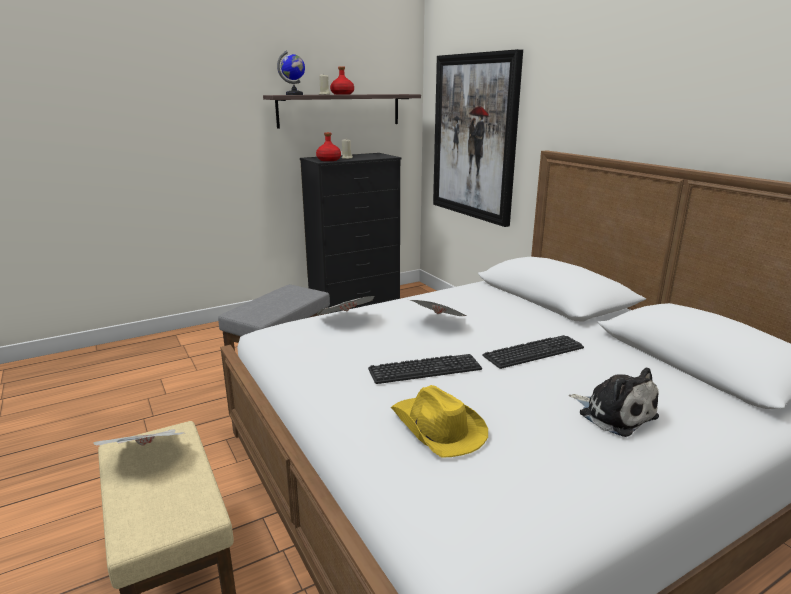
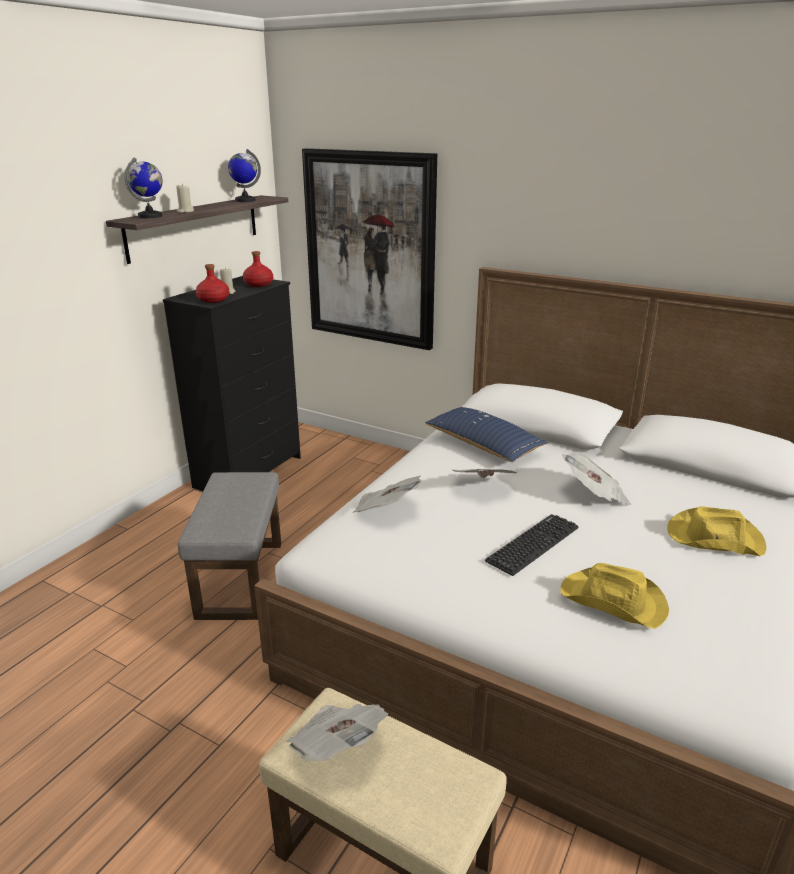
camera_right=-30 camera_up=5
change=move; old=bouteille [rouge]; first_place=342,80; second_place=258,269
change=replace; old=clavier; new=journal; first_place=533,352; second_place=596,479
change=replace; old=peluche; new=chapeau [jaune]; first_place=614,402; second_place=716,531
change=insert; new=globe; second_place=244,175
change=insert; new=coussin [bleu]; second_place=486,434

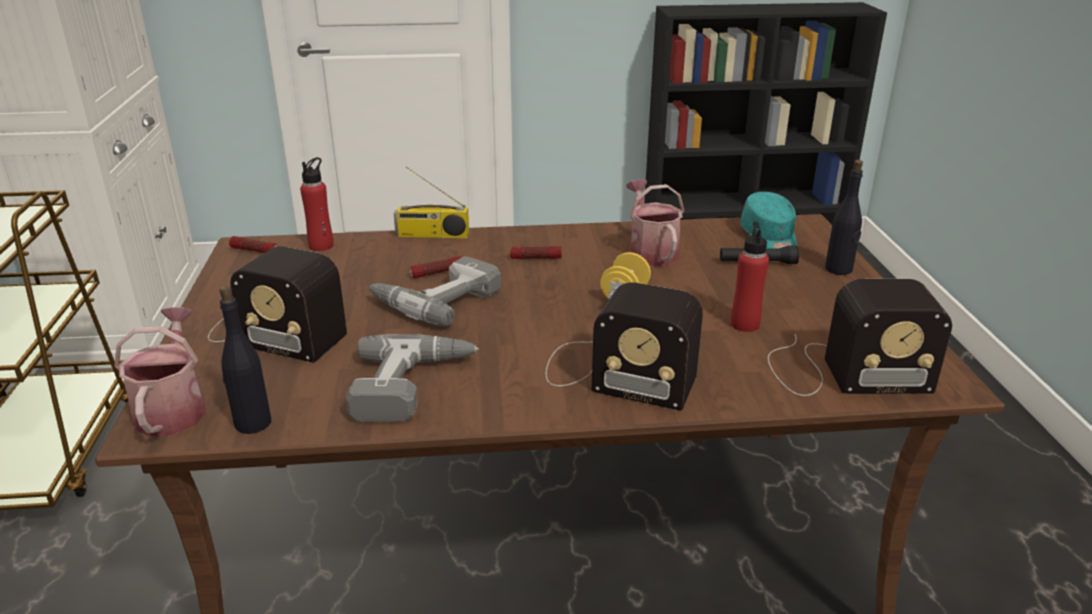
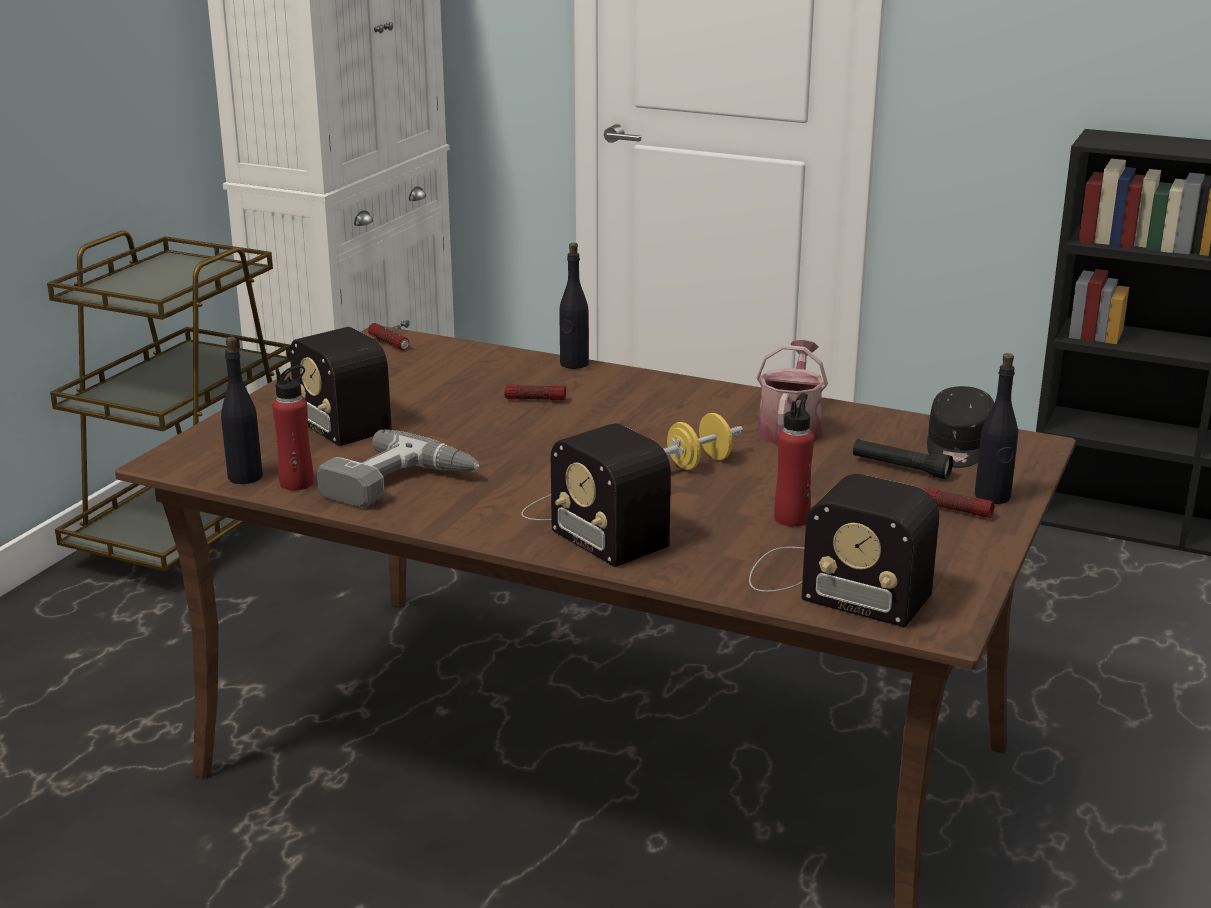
camera_right=30 camera_up=-5
change=move; old=bouteille [rouge]; first_place=317,204; second_place=293,428
change=replace; old=radio; new=bouteille [noir]; first_place=431,202; second_place=574,306
change=recolor; old=casquette [turquoise]; new=casquette [noir]; first_place=768,220; second_place=960,427
change=move; old=lampe de poche; first_place=536,252; second_place=959,502
change=delete; old=perceuse; first_place=435,291
change=delete; old=arrosoir; first_place=160,372

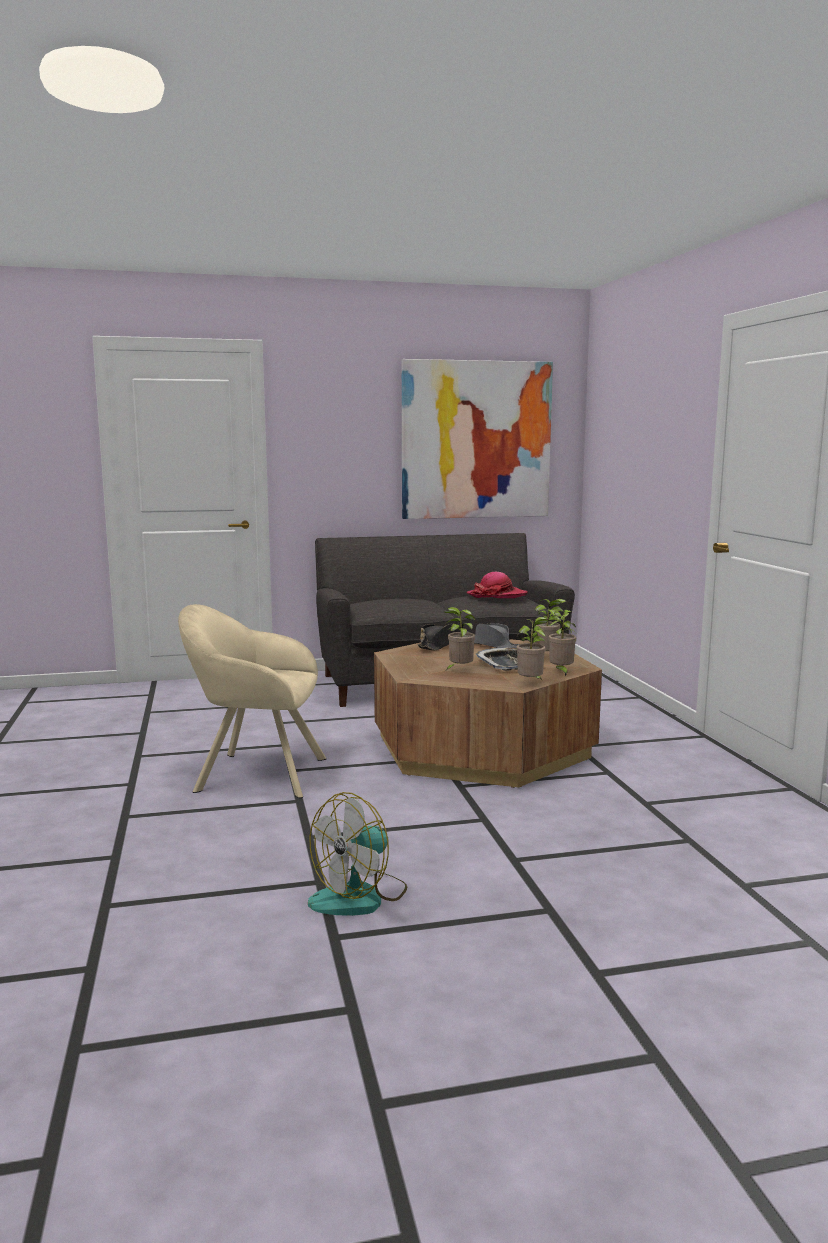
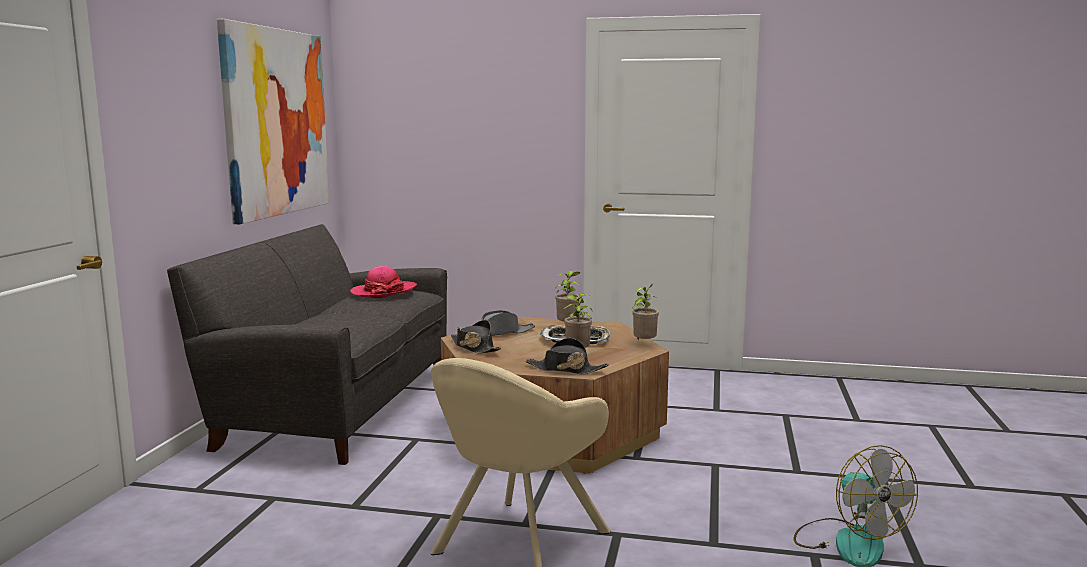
camera_right=-65 camera_up=0
change=delete; old=plante en pot; first_place=562,643
change=insert; new=chapeau [noir]; second_place=567,356

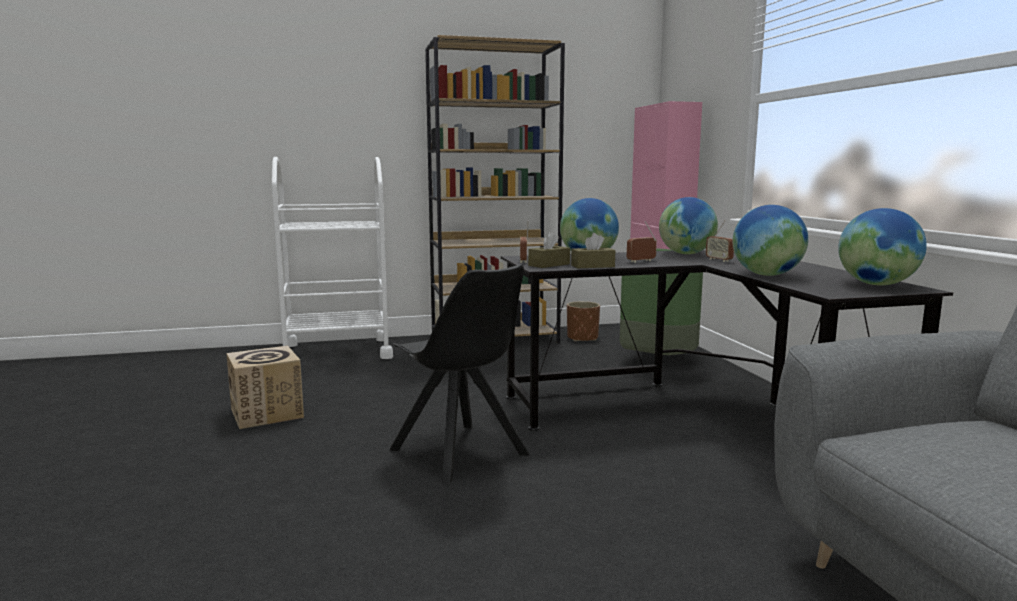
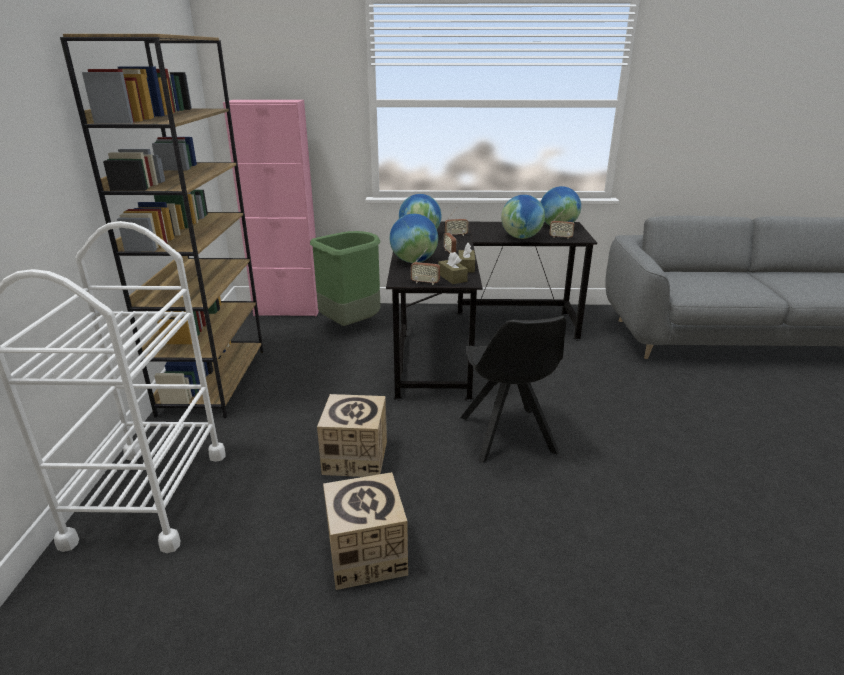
camera_right=-75 camera_up=15
change=rotate; old=chaise [noir]; first_place=459,374; second_place=513,389; degrees=105
change=delete; old=cache-pot [marron]; first_place=583,321
change=insert; new=radio; second_place=561,224
change=insert; new=carton; second_place=352,435

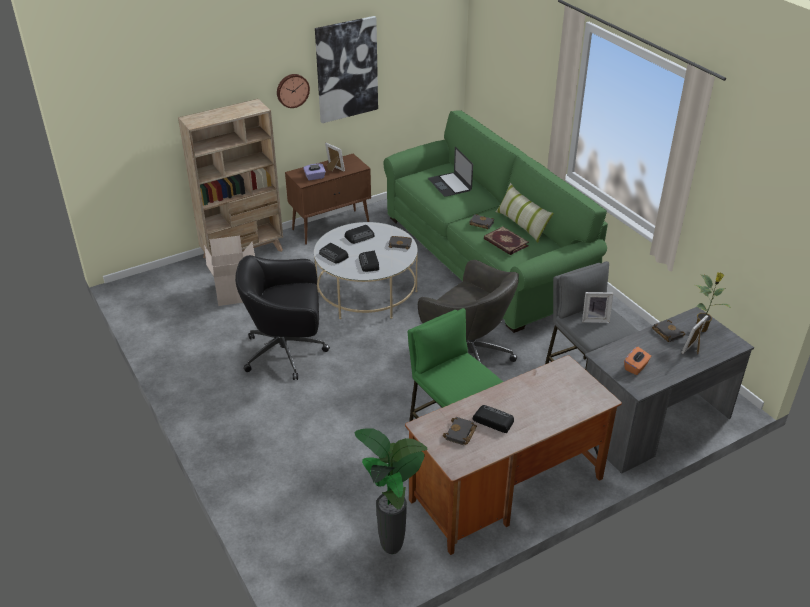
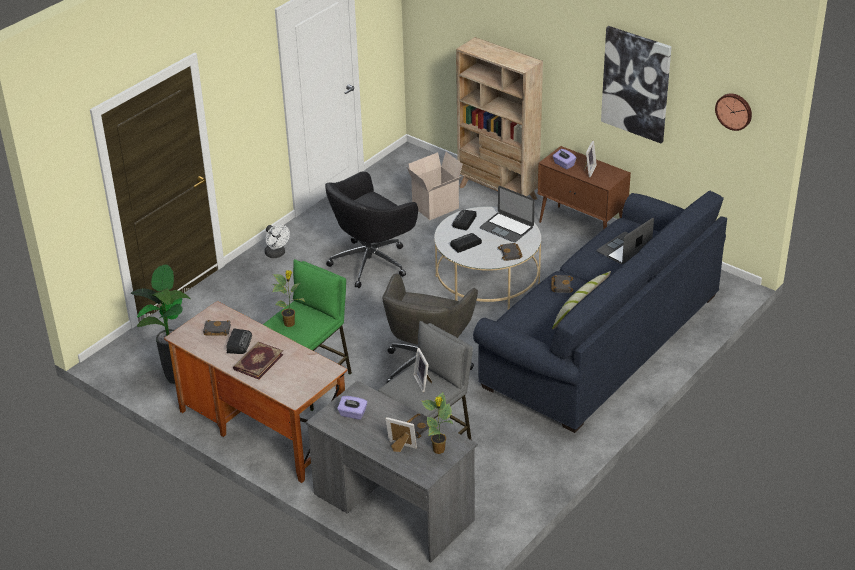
camera_right=70 camera_up=0
change=move; old=horloge murale; first_place=293,91; second_place=733,112
change=recolor; old=canapé [vert]; new=canapé [bleu]; first_place=496,222; second_place=600,311
change=replace; old=radio; new=ordinateur portable; first_place=359,234; second_place=507,214
change=move; old=livre; first_place=506,241; second_place=258,361
change=rotate; old=chaise de bureau [noir]; first_place=282,317; second_place=371,229; degrees=-105
change=recolor; old=boîte à mouchoirs [orange]; new=boîte à mouchoirs [violet]; first_place=637,361; second_place=352,408
change=insert; new=ventilateur [blanc]; second_place=277,241
change=insert; new=plante en pot; second_place=289,298

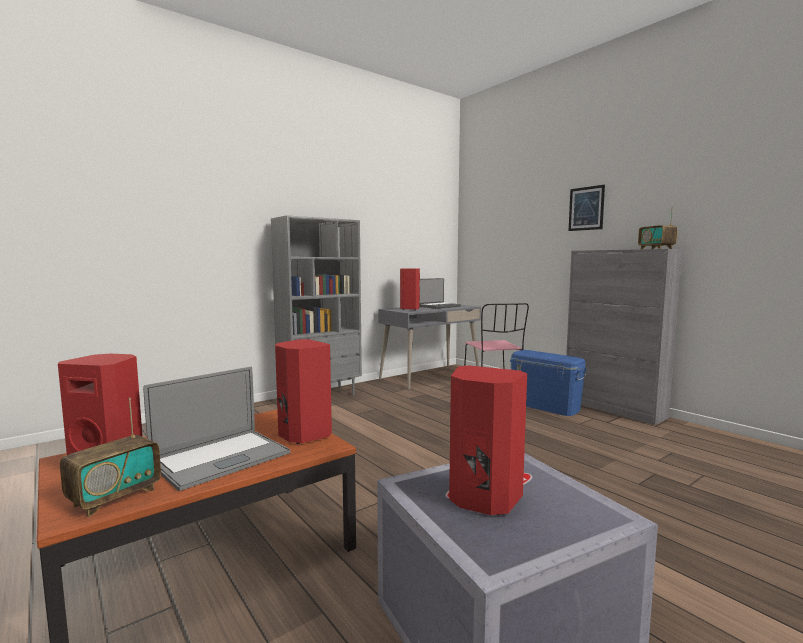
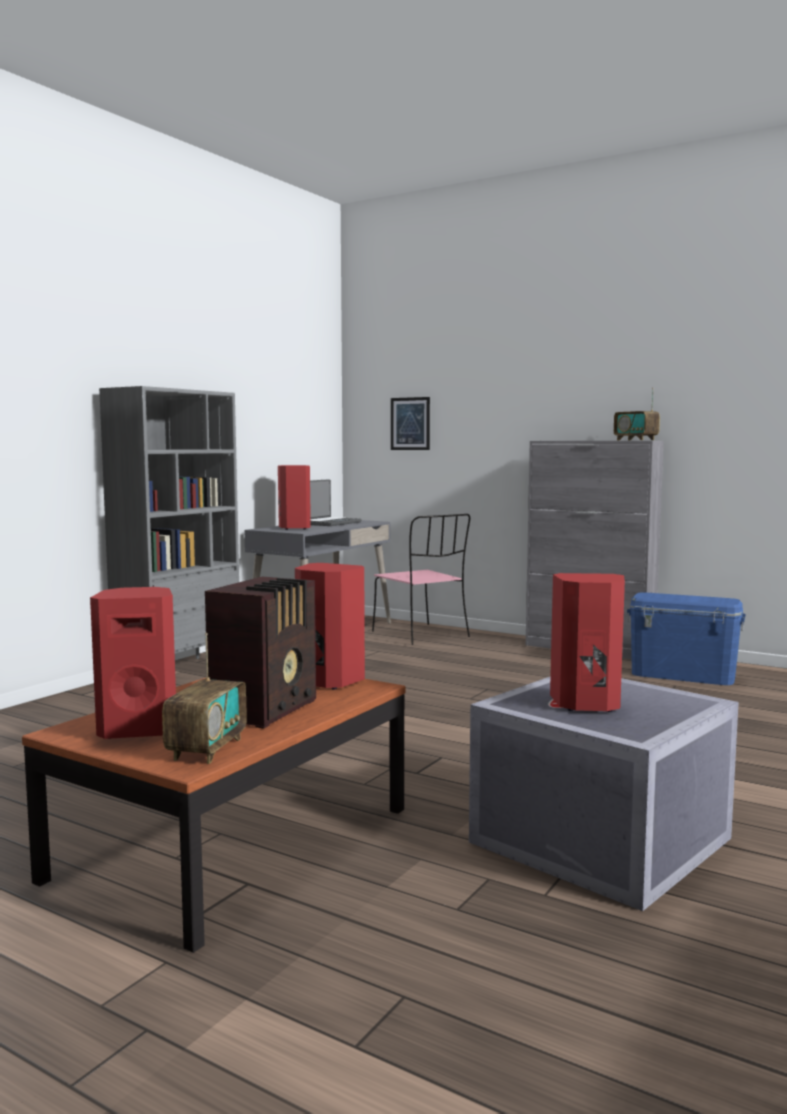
camera_right=-20 camera_up=0
change=move; old=tableau; first_place=587,208; second_place=410,423
change=move; old=boîte de rangement [bleu]; first_place=548,383; second_place=686,638
change=replace; old=ordinateur portable; new=radio; first_place=217,429; second_place=260,653

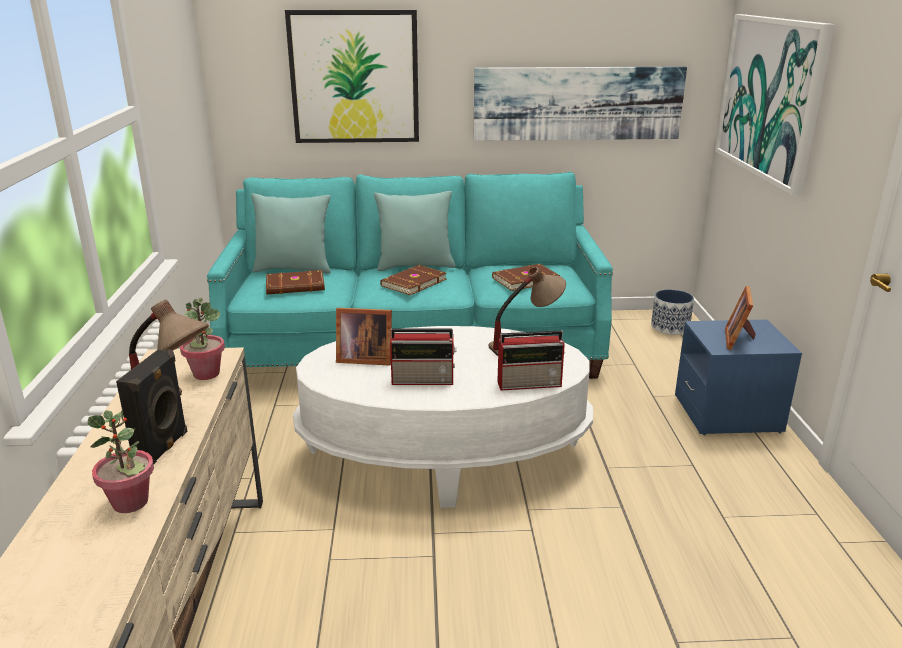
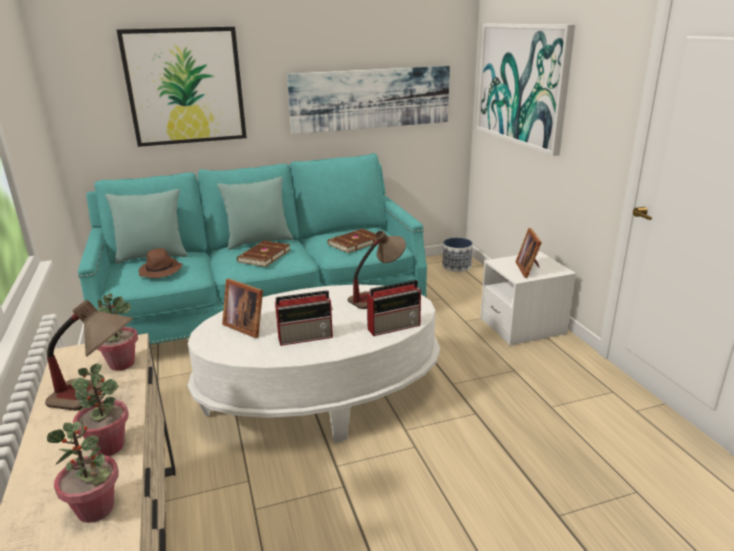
camera_right=-15 camera_up=0
change=replace; old=livre [marron]; new=chapeau [marron]; first_place=295,282; second_place=161,263
change=rotate; old=cadre photo; first_place=364,337; second_place=242,308; degrees=45
change=recolor; old=table de chevet [bleu]; new=table de chevet [blanc]; first_place=738,377; second_place=528,299
change=replace; old=enceinte [noir]; new=plante en pot; first_place=151,406; second_place=99,409

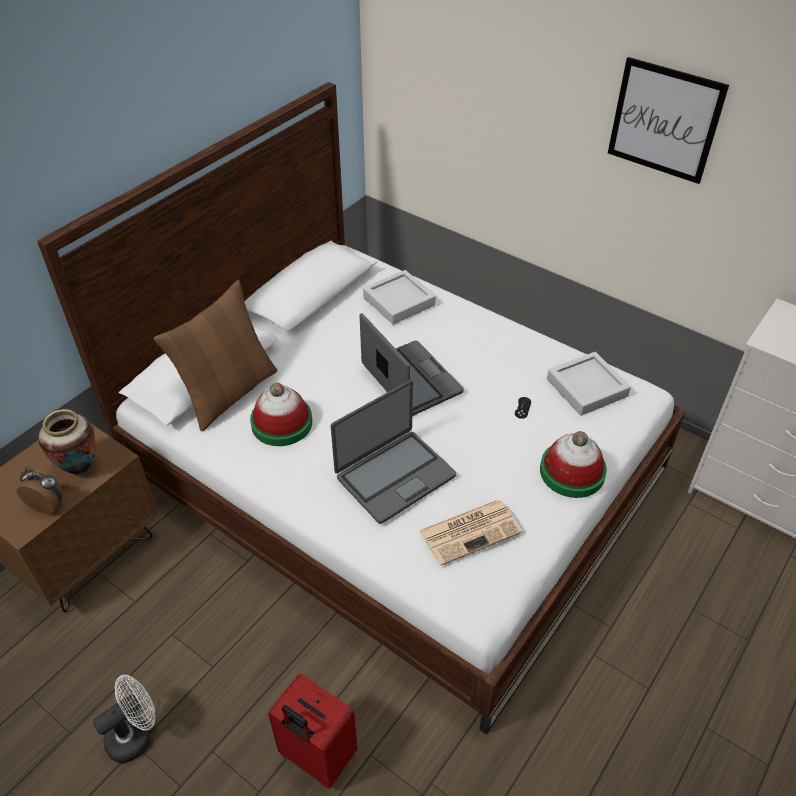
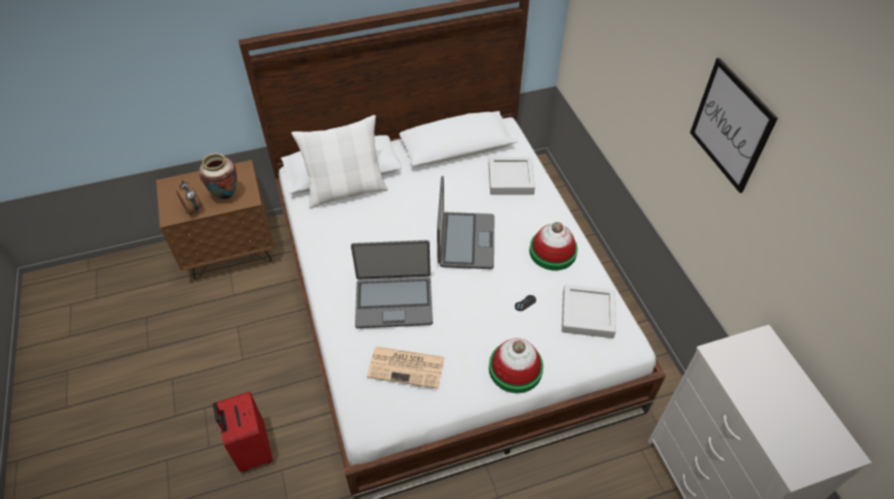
camera_right=35 camera_up=5
change=recolor; old=coussin [marron]; new=coussin [blanc]; first_place=215,355; second_place=339,161
change=move; old=chapeau; first_place=281,414; second_place=553,246
change=delete; old=ventilateur [blanc]; first_place=124,719

